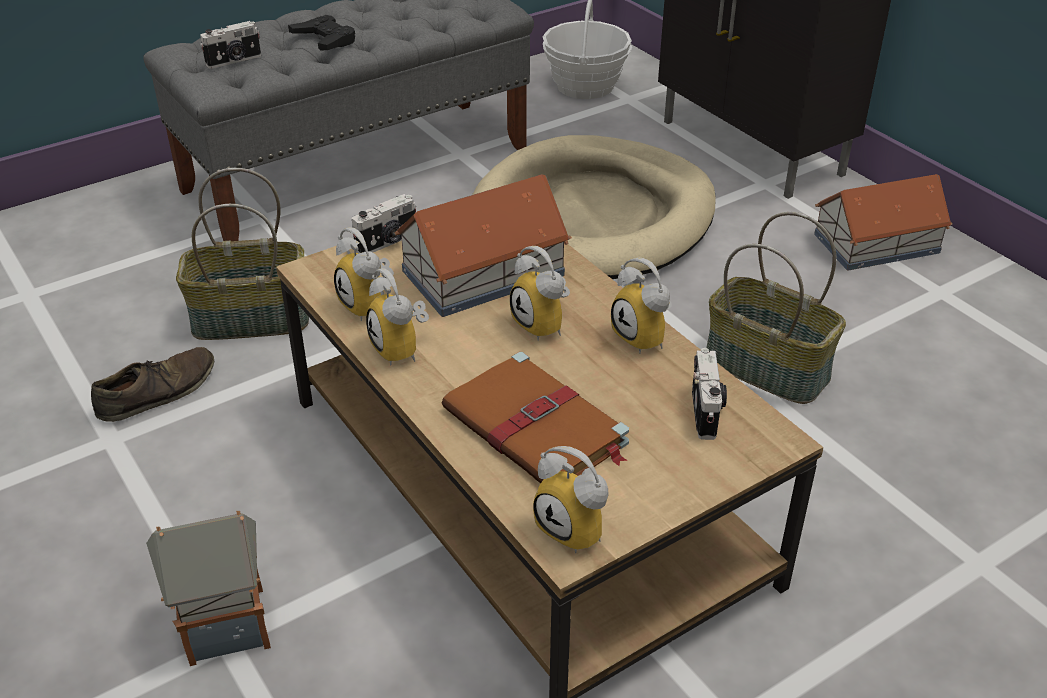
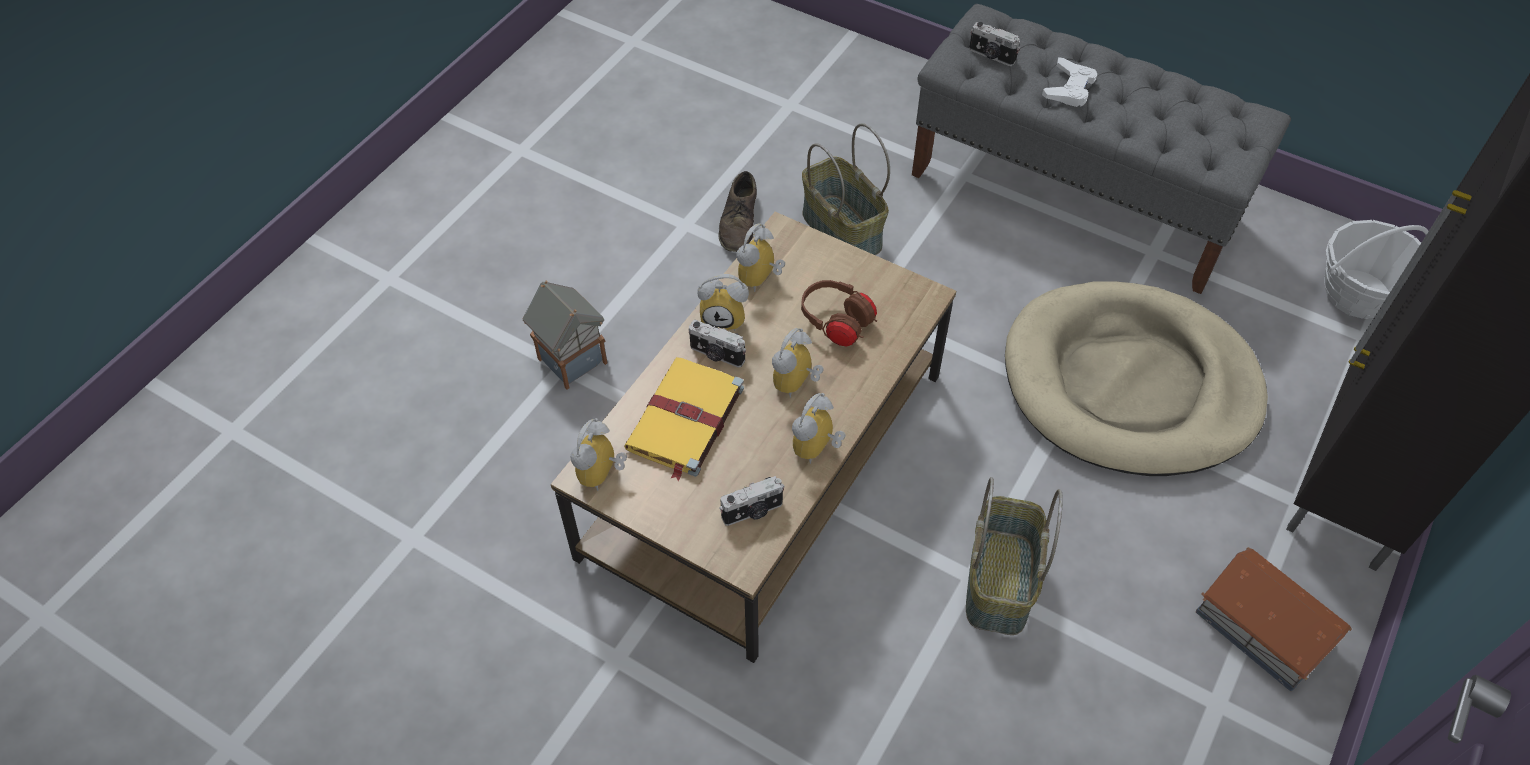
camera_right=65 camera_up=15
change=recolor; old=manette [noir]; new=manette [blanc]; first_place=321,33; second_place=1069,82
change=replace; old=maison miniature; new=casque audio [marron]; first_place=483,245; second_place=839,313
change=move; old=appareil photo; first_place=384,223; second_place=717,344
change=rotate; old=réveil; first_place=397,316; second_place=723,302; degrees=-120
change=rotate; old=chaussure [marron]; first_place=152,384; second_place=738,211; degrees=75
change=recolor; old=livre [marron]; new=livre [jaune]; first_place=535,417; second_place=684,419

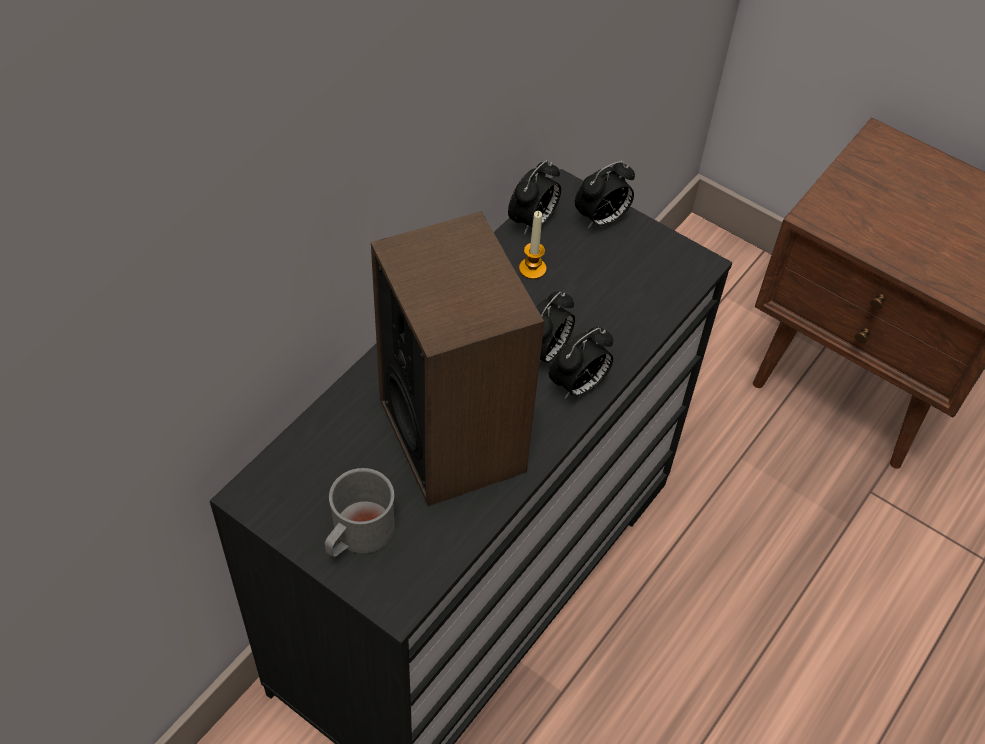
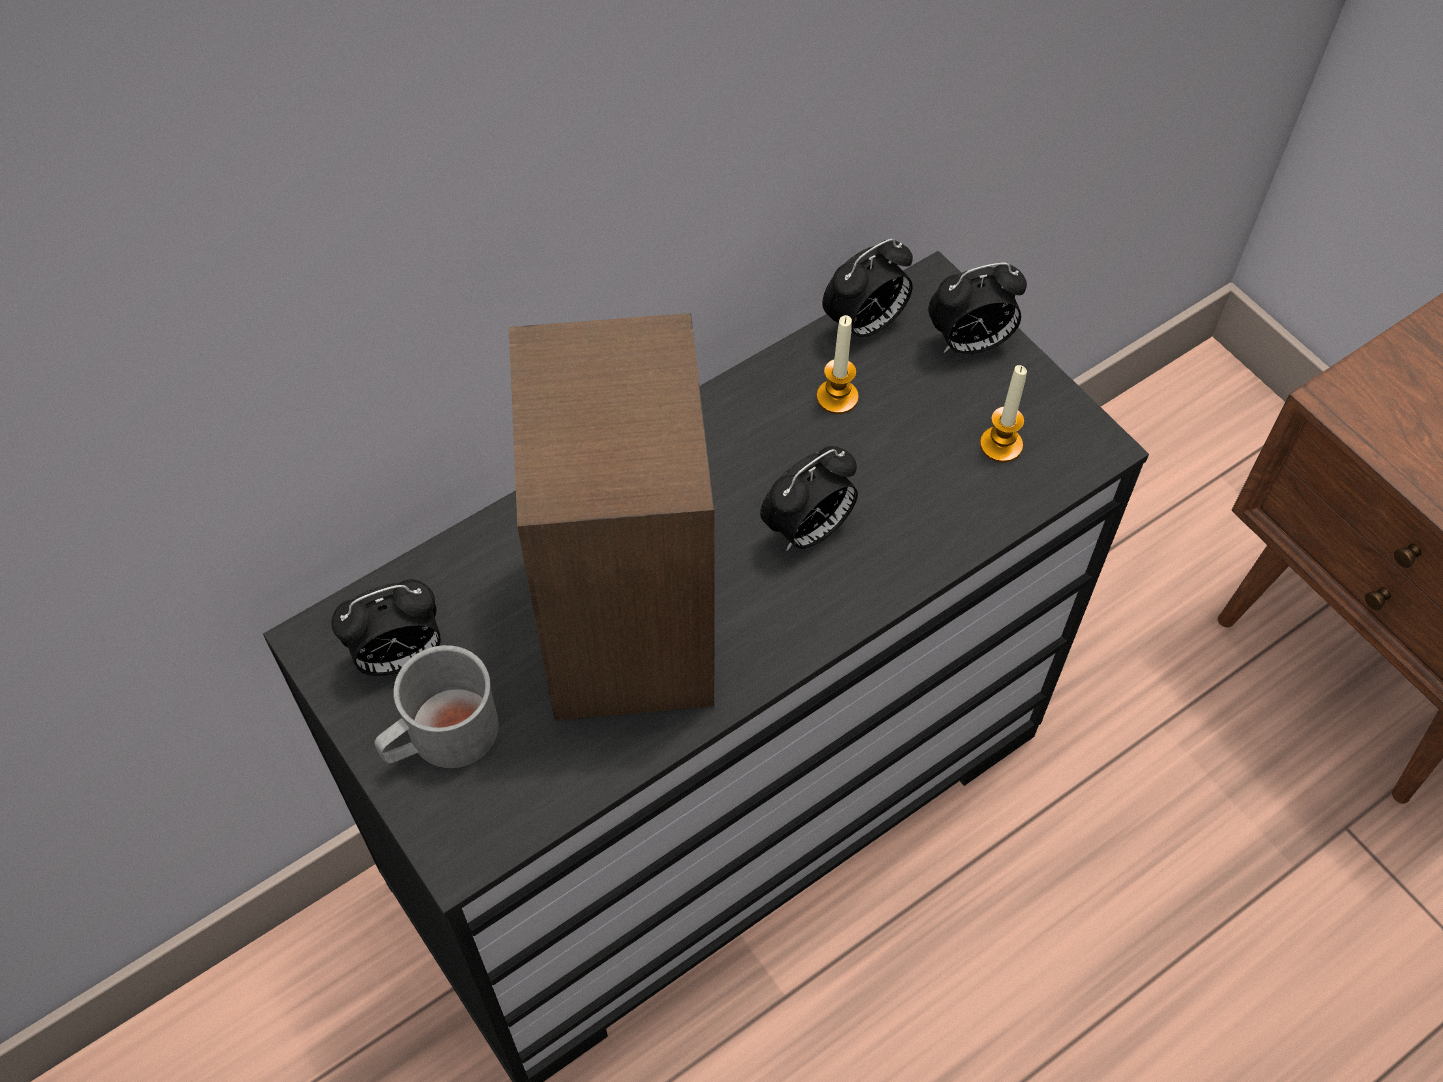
camera_right=20 camera_up=5
change=move; old=réveil; first_place=581,363; second_place=386,627
change=insert; new=bougie; second_place=1003,413

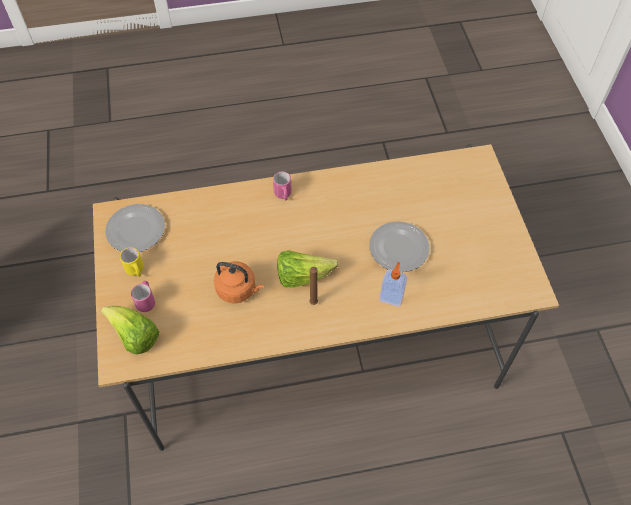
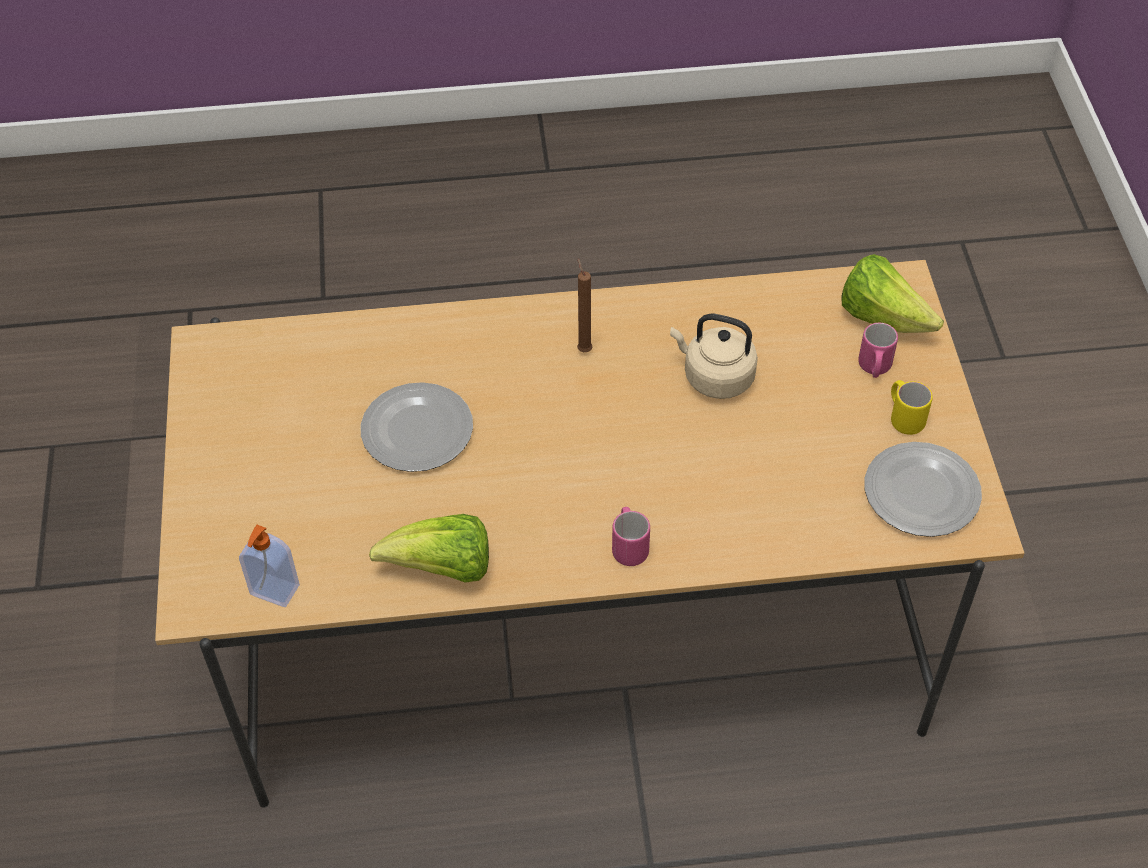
camera_right=-175 camera_up=-5
change=move; old=laitue; first_place=308,269; second_place=429,548
change=recolor; old=bouilloire [orange]; new=bouilloire [beige]; first_place=239,282; second_place=714,356
change=move; old=distributeur de savon; first_place=393,284; second_place=269,566

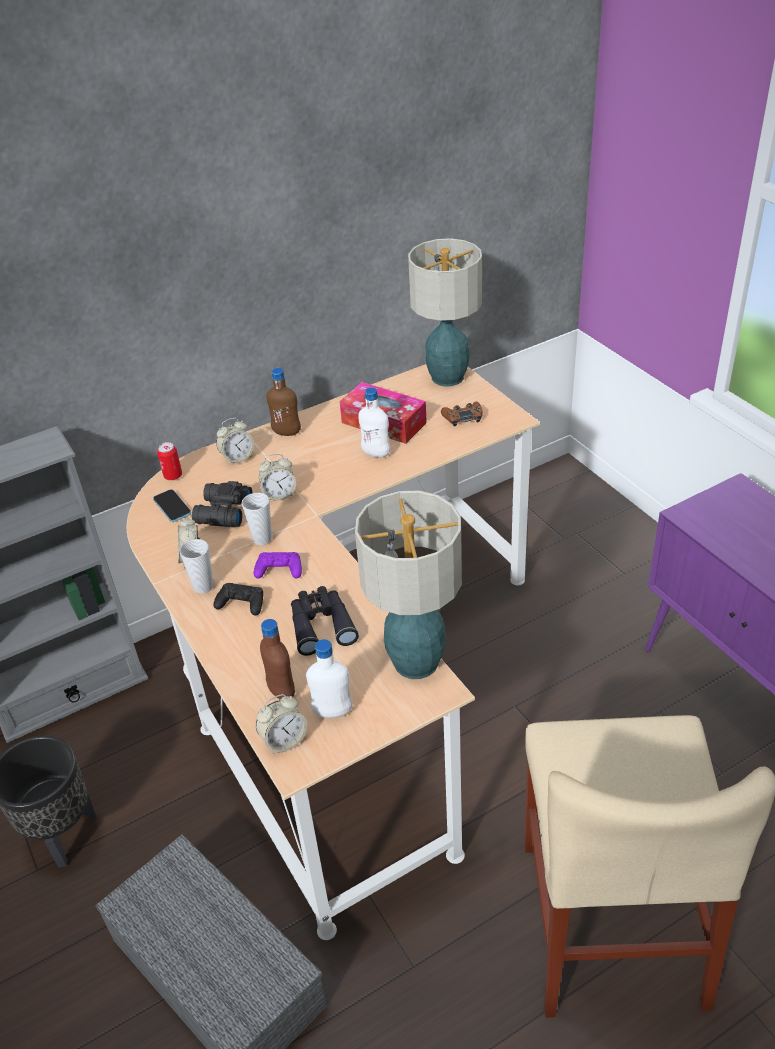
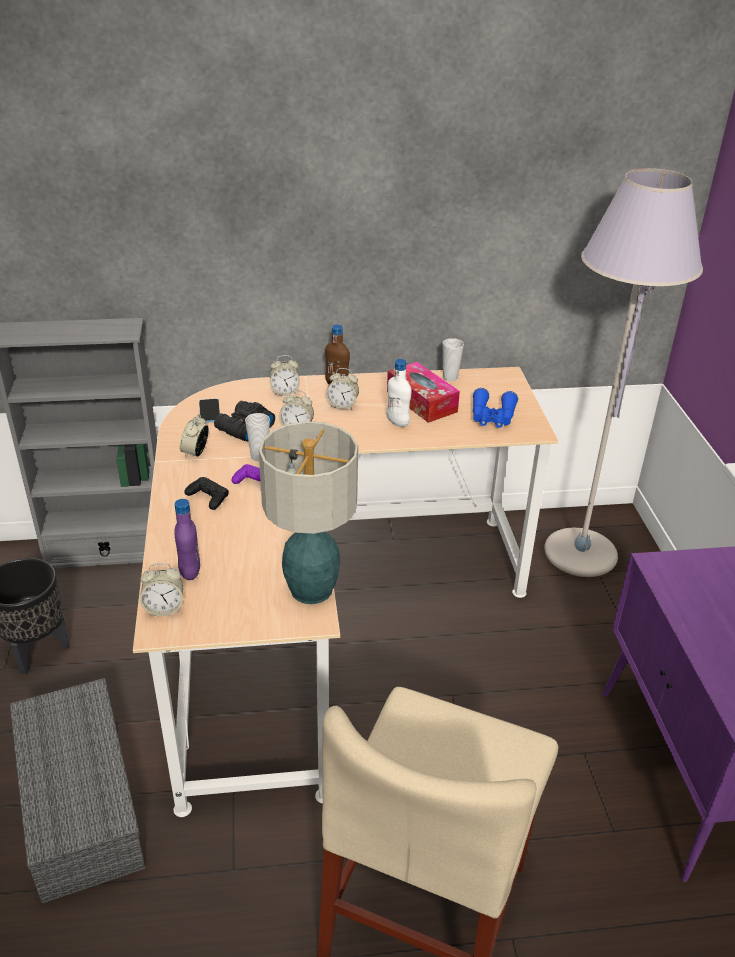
camera_right=20 camera_up=-5
change=delete; old=lampe de table; first_place=445,312
change=replace; old=manette [marron]; new=jumelles [bleu]; first_place=462,414; second_place=495,408
change=delete; old=boîte métallique; first_place=169,461
change=move; old=tasse; first_place=196,566; second_place=453,359
change=delete; old=jumelles [noir]; first_place=325,621
change=recolor; old=bouteille [marron]; new=bouteille [violet]; first_place=277,659; second_place=187,539
change=delete; old=bouteille [blanc]; first_place=329,678
change=insert; new=lampadaire [gris]; second_place=623,372
change=insert; new=réveil; second_place=342,388

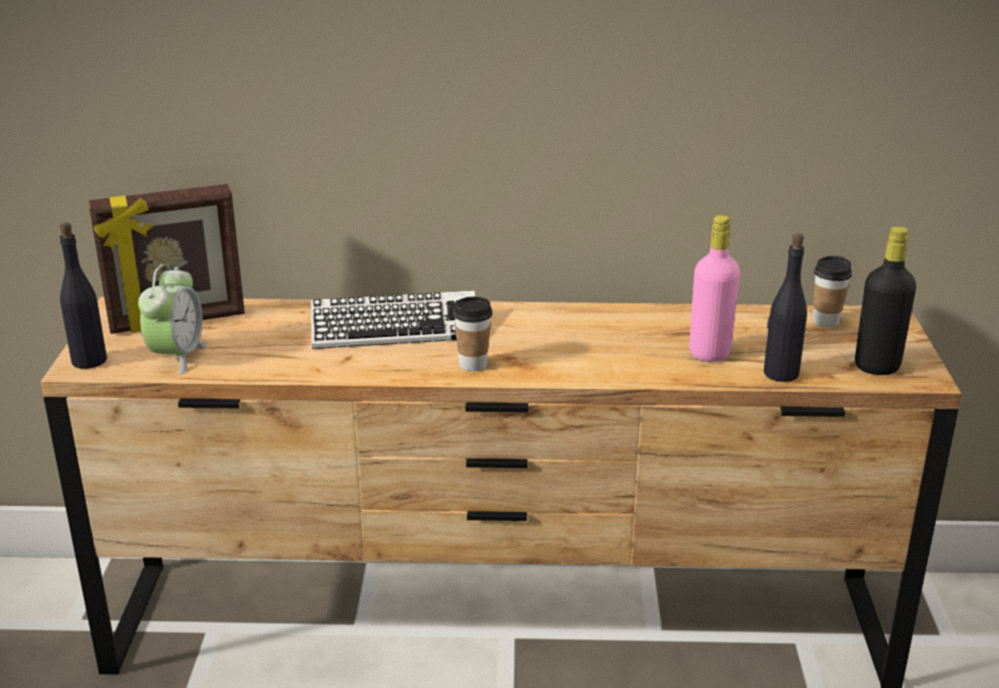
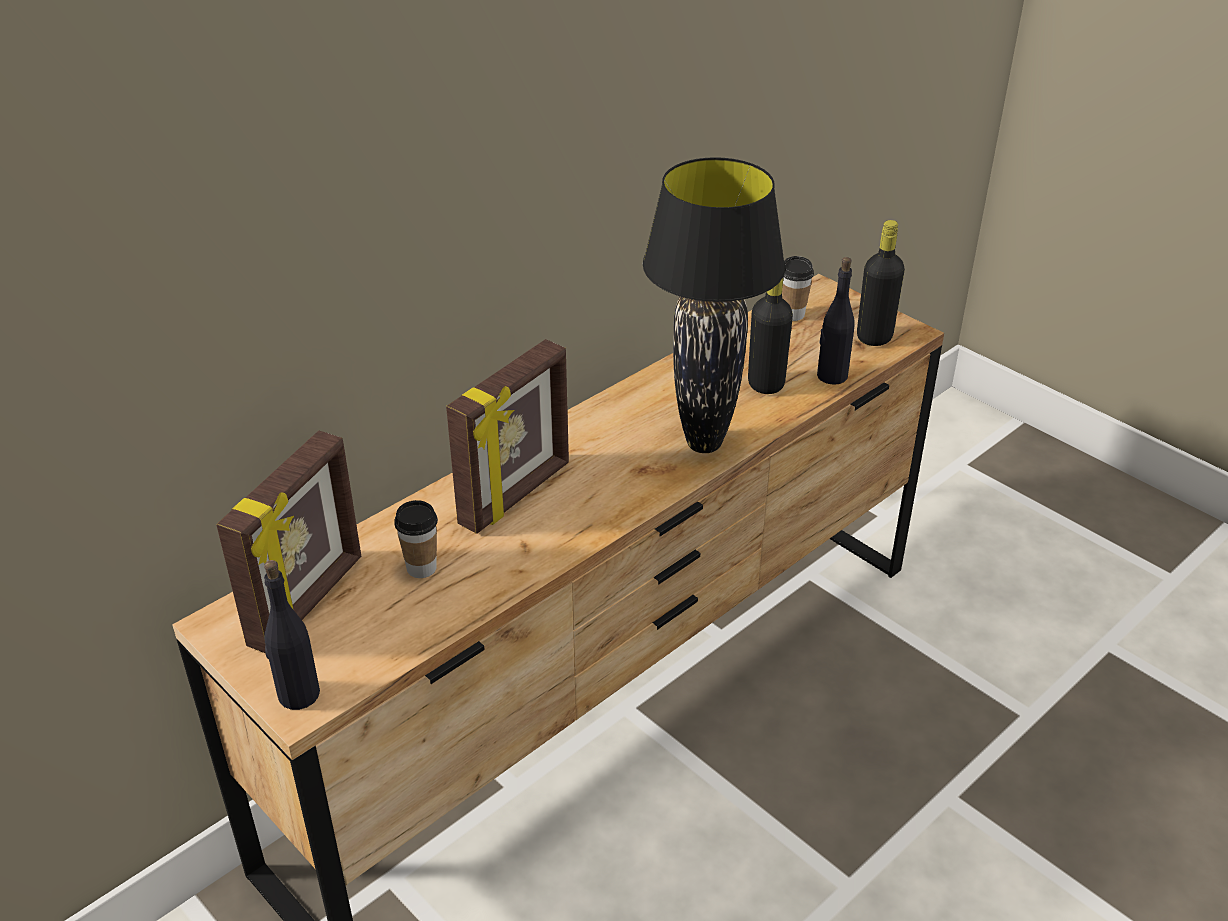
camera_right=-45 camera_up=10
change=recolor; old=bouteille [rose]; new=bouteille [noir]; first_place=714,288; second_place=770,336
change=delete; old=réveil; first_place=173,319
change=replace; old=clavier; new=cadre photo; first_place=392,319; second_place=507,436
change=move; old=tasse; first_place=473,334; second_place=416,539
change=insert; new=lampe de table [noir]; second_place=714,305

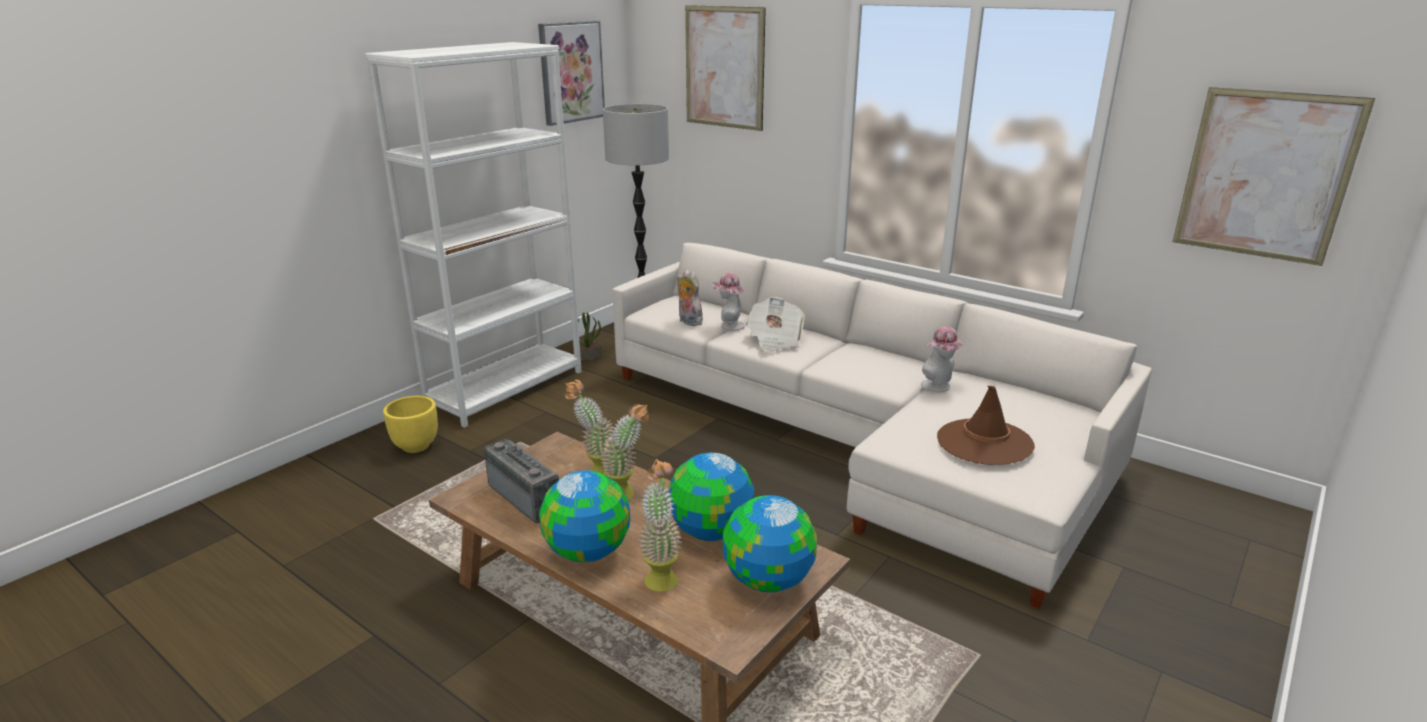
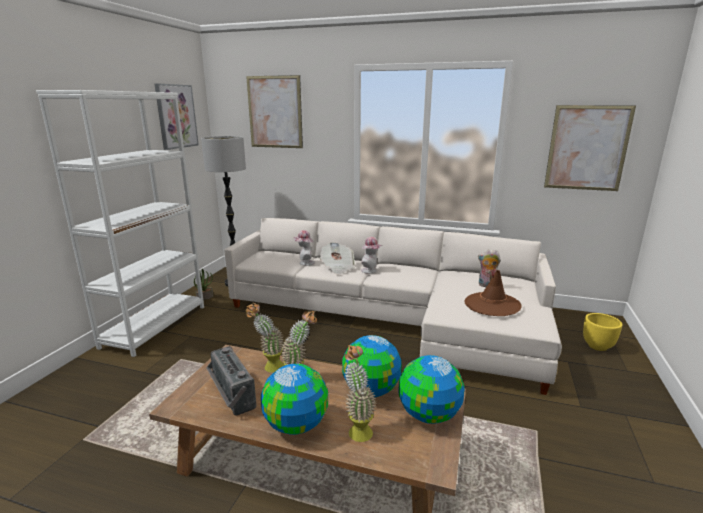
camera_right=-20 camera_up=-5
change=move; old=peluche; first_place=690,297; second_place=489,268
change=move; old=chapeau; first_place=943,359; second_place=372,255
change=move; old=cache-pot [jaune]; first_place=410,424; second_place=602,332
change=rotate; old=radio; first_place=521,481; second_place=231,380; degrees=-150

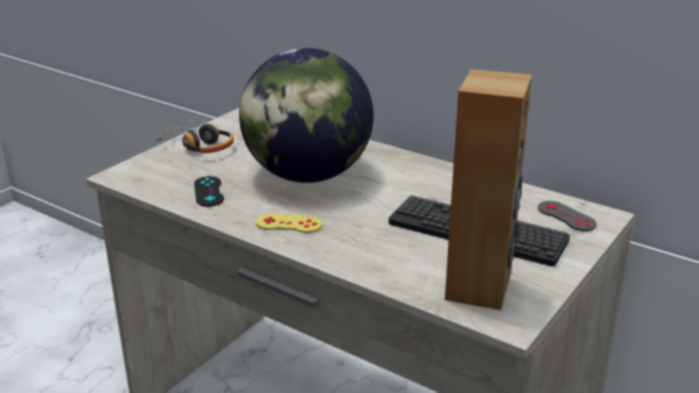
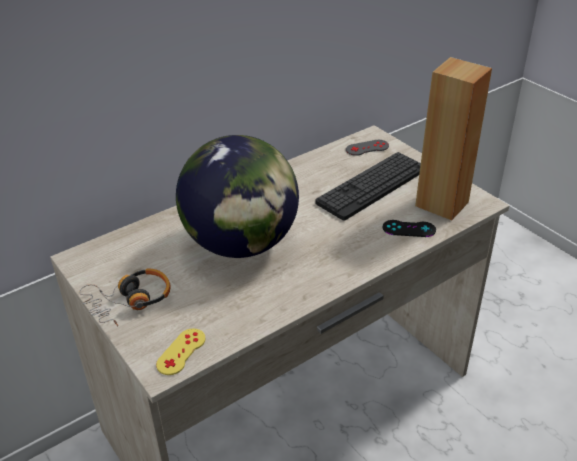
camera_right=-70 camera_up=10
change=move; old=manette [noir]; first_place=209,191; second_place=409,228
change=move; old=manette [jaune]; first_place=289,223; second_place=181,352

